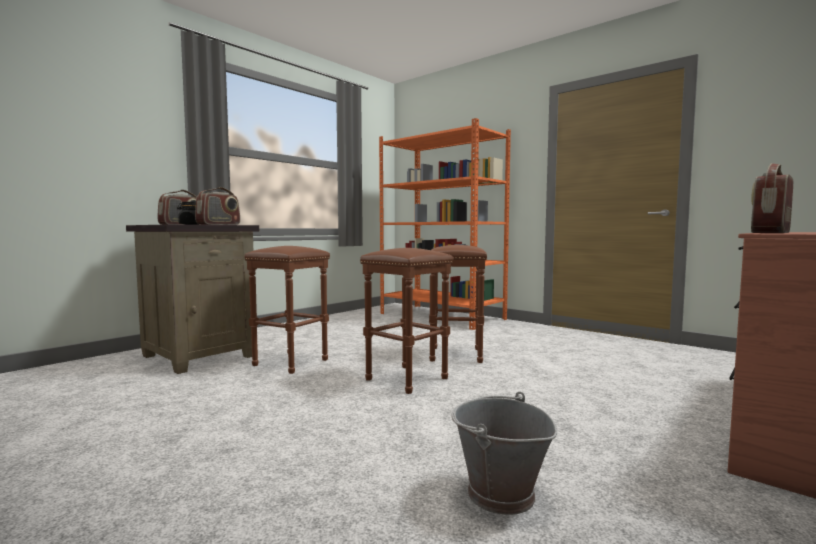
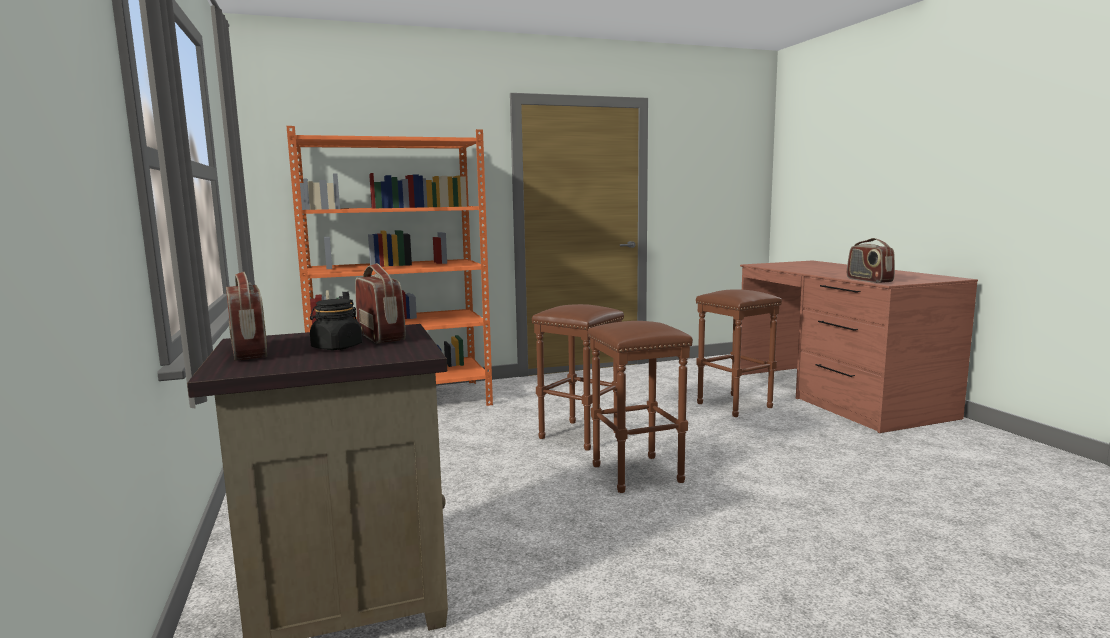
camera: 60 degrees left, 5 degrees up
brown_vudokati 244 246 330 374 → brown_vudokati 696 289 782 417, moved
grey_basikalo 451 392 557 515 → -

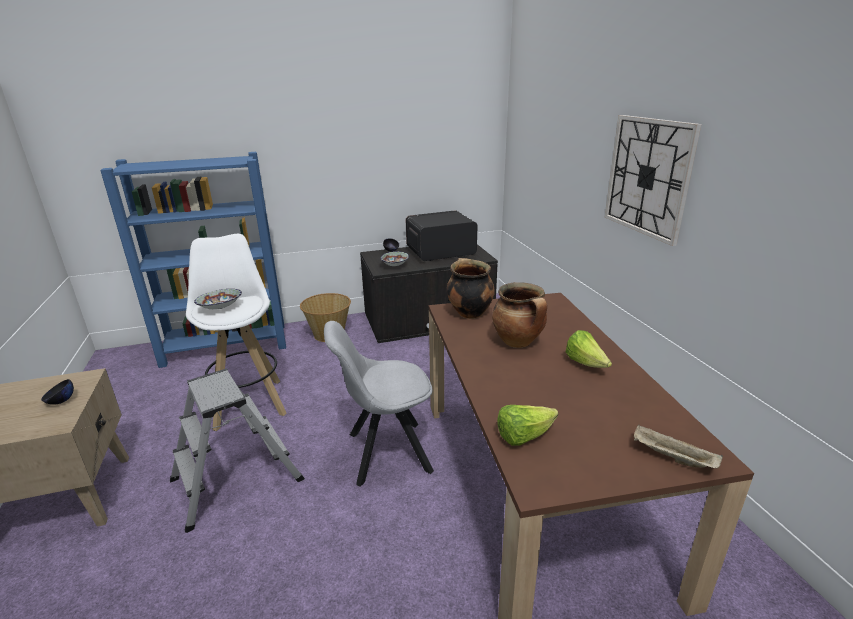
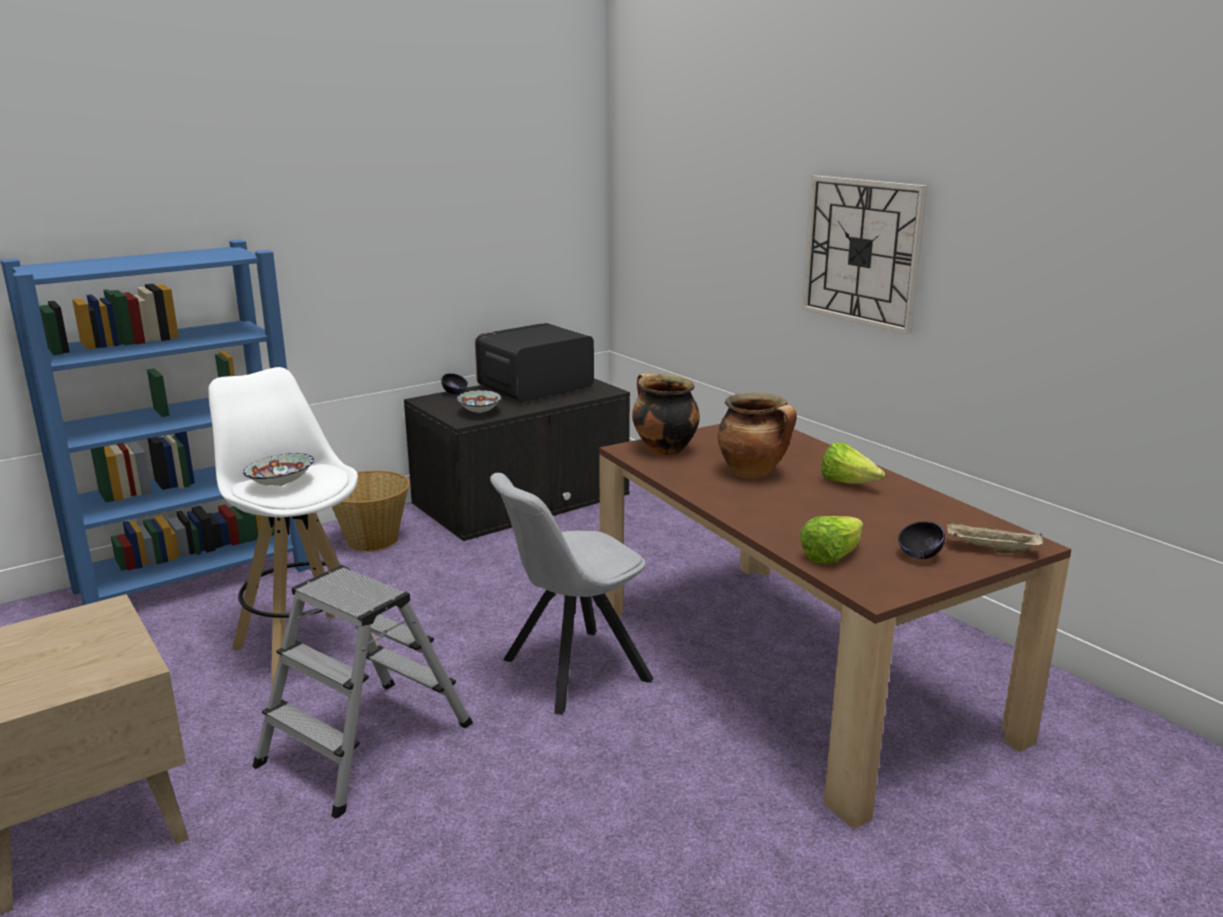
camera: 20 degrees left, 5 degrees down
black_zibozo 41 379 74 405 → black_zibozo 898 521 945 559, moved

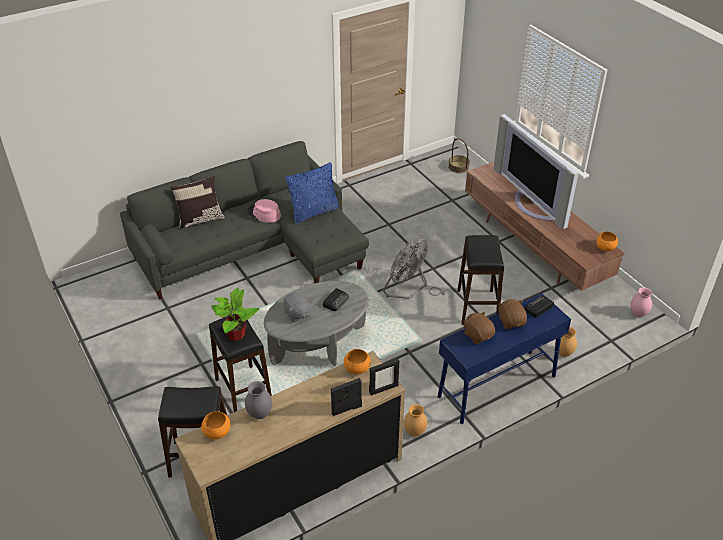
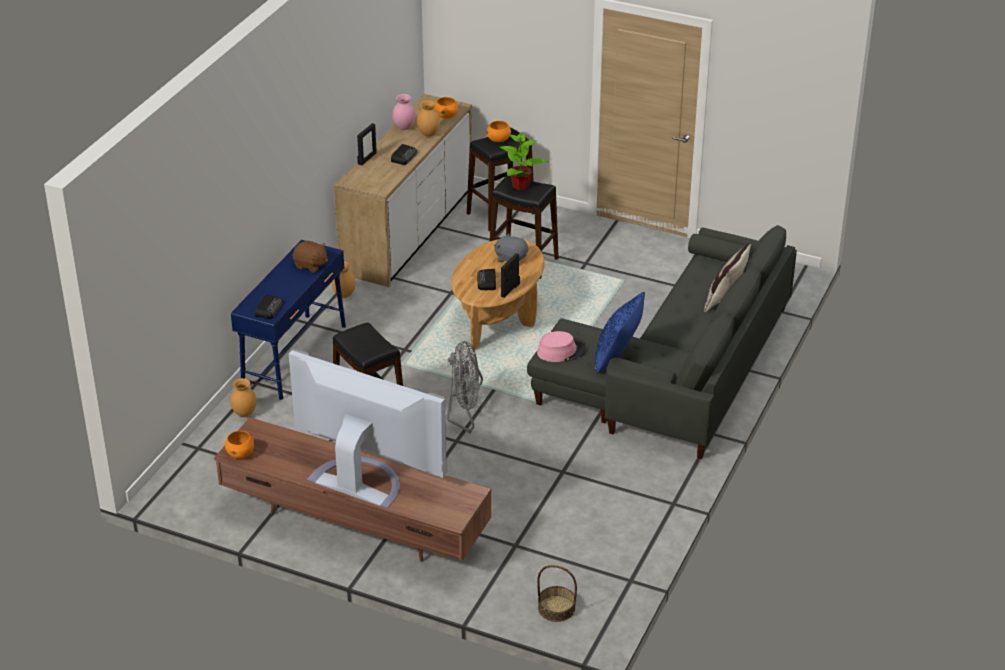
camera: 145 degrees right, 5 degrees down
- → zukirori 391 144 417 165
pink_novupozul 630 287 652 317 → pink_novupozul 392 94 416 130, moved
grey_novupozul 245 381 272 419 → brown_novupozul 417 100 440 136
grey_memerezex 264 281 369 366 → brown_memerezex 451 239 545 350
orange_zibozo 344 349 371 374 → orange_zibozo 487 121 511 142, moved
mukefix 369 358 399 396 → mukefix 501 253 520 298, moved
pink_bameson 247 199 281 223 → pink_bameson 537 331 586 362, moved
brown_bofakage 498 299 527 329 → -

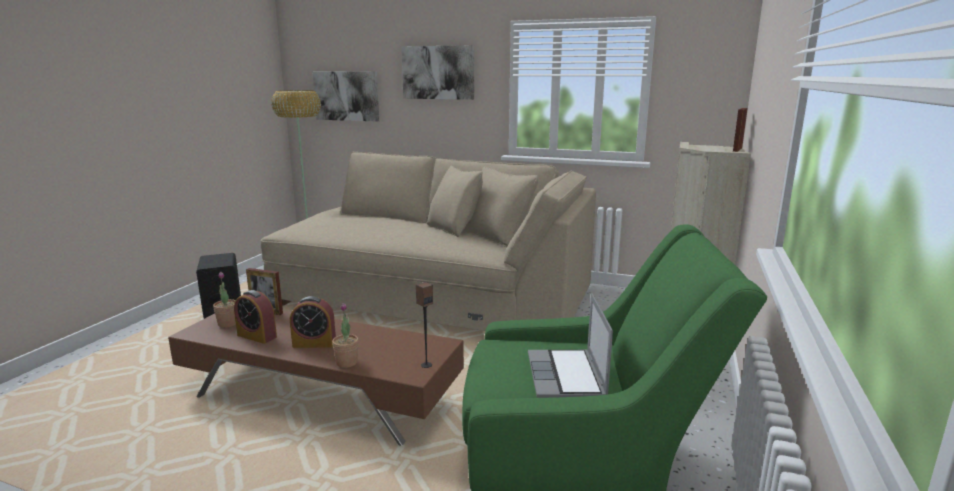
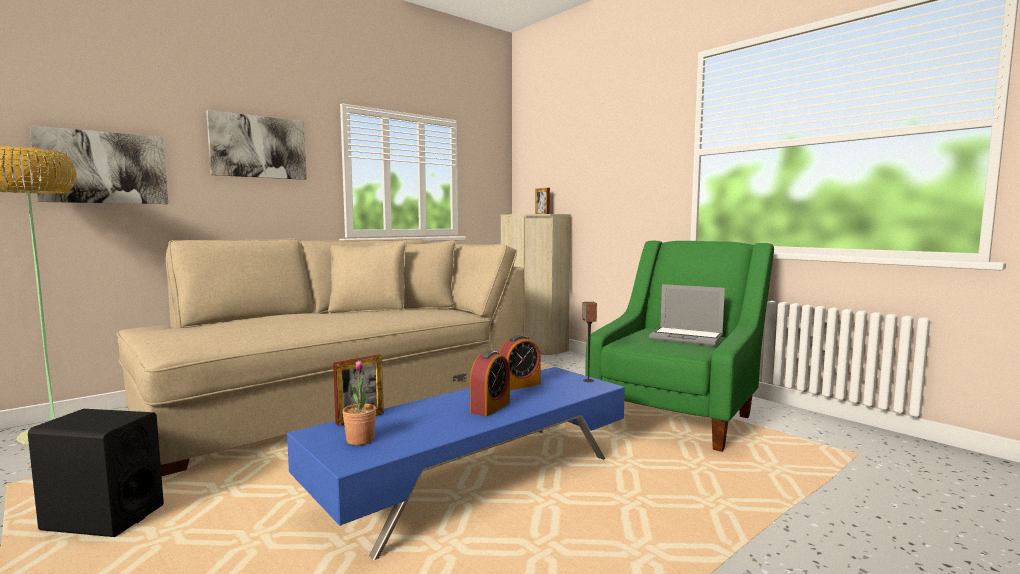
camera: 60 degrees left, 10 degrees down
brown_memerezex 168 311 464 446 → blue_memerezex 287 367 625 560
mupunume 234 290 277 344 → mupunume 499 335 541 390, moved
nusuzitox 332 303 359 368 → -

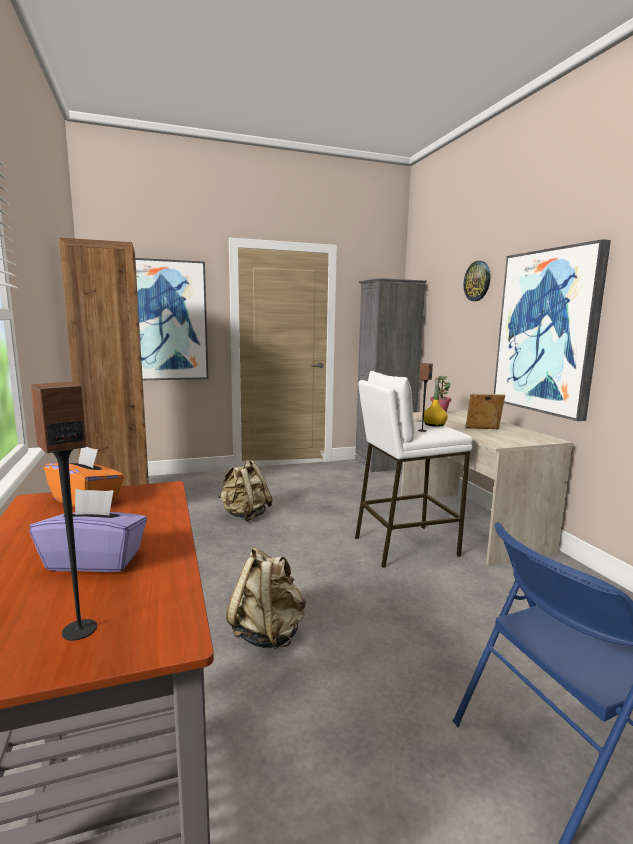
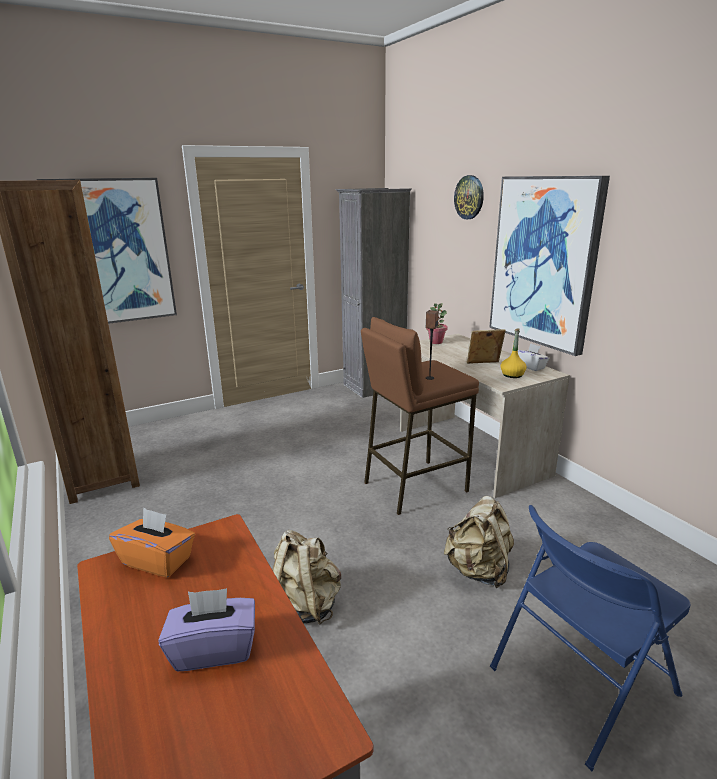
camera: 10 degrees left, 10 degrees up
white_vudokati 355 371 473 568 → brown_vudokati 361 317 479 515
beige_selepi 219 460 273 522 → beige_selepi 444 496 514 588, moved
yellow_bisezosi 422 378 448 427 → yellow_bisezosi 501 328 527 378, moved
- → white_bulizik 518 343 549 371
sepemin 31 382 97 641 → -

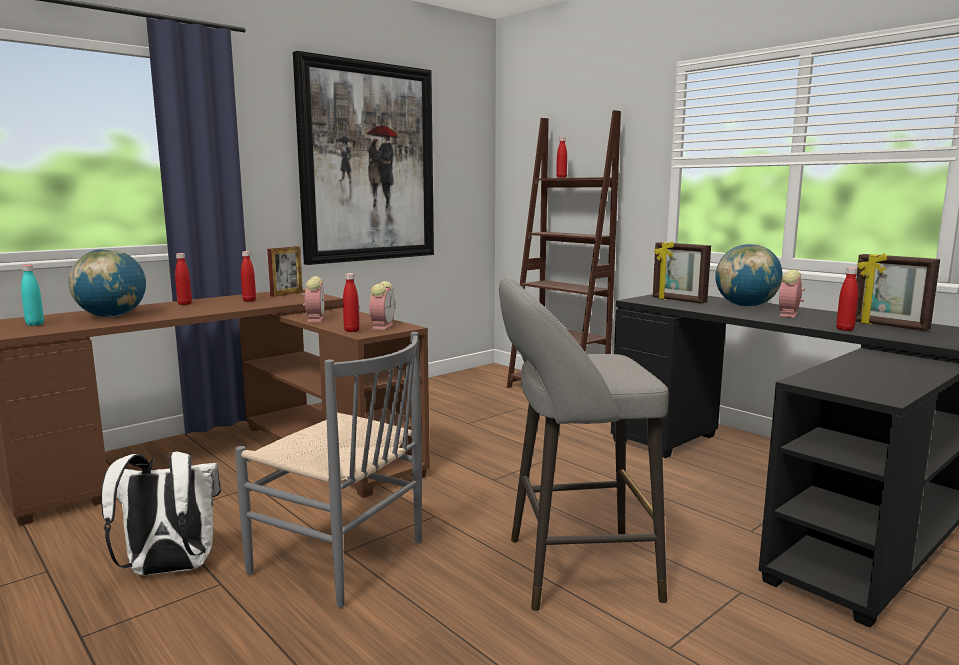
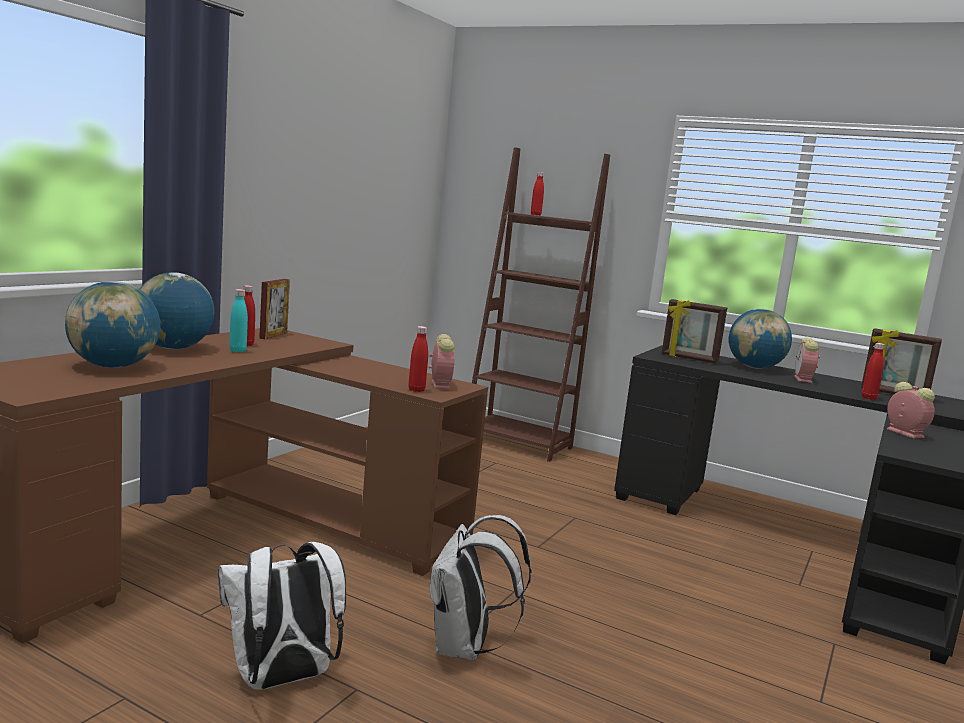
camera: 20 degrees left, 0 degrees up
red_bisezosi 175 253 192 305 → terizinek 140 272 215 349
turquoise_bisezosi 21 265 44 326 → turquoise_bisezosi 229 289 248 352, moved
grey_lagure 235 332 422 607 → white_selepi 429 515 532 660
mupunume 302 276 325 322 → mupunume 887 382 935 438, moved
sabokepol 293 51 434 265 → -
grey_vudokati 499 278 669 611 → -

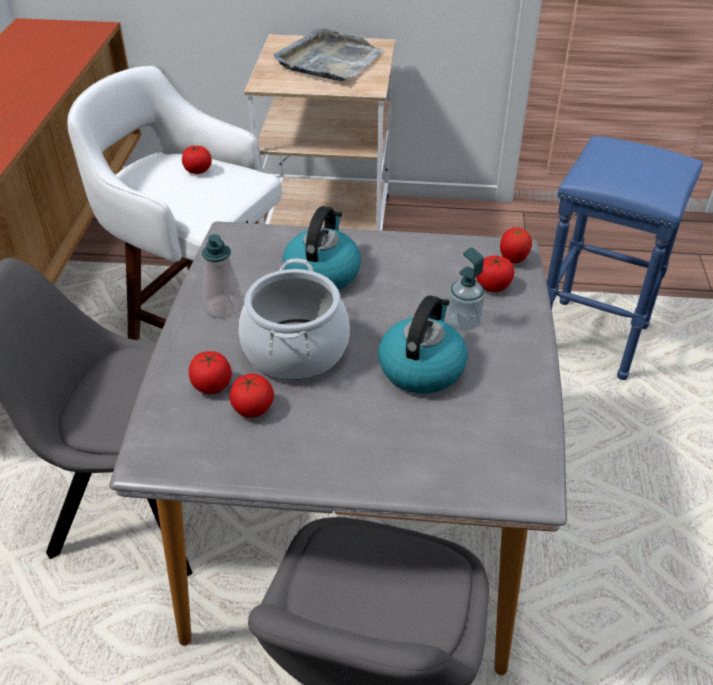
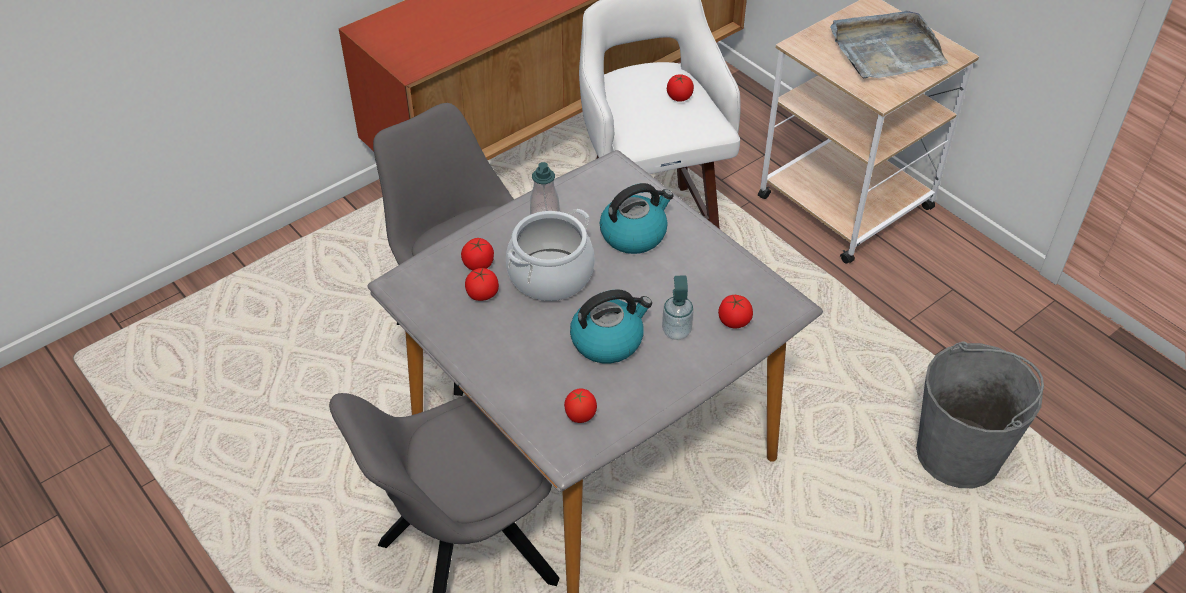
camera: 45 degrees right, 5 degrees up
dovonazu 500 227 532 264 → dovonazu 564 388 597 423, moved
blue_vudokati 547 136 703 380 → grey_basikalo 916 341 1044 488

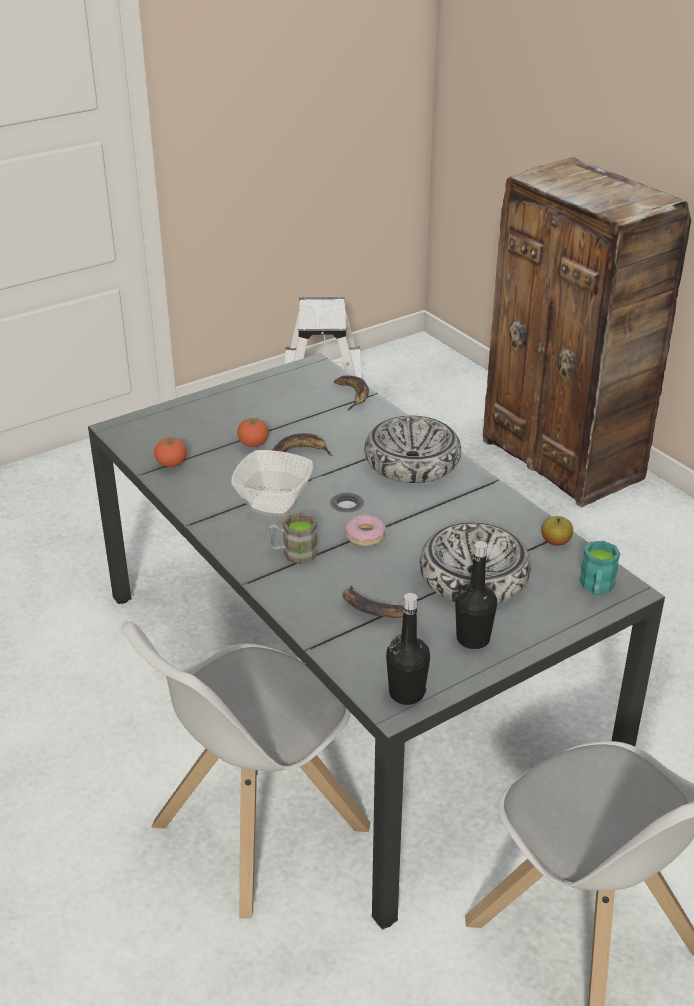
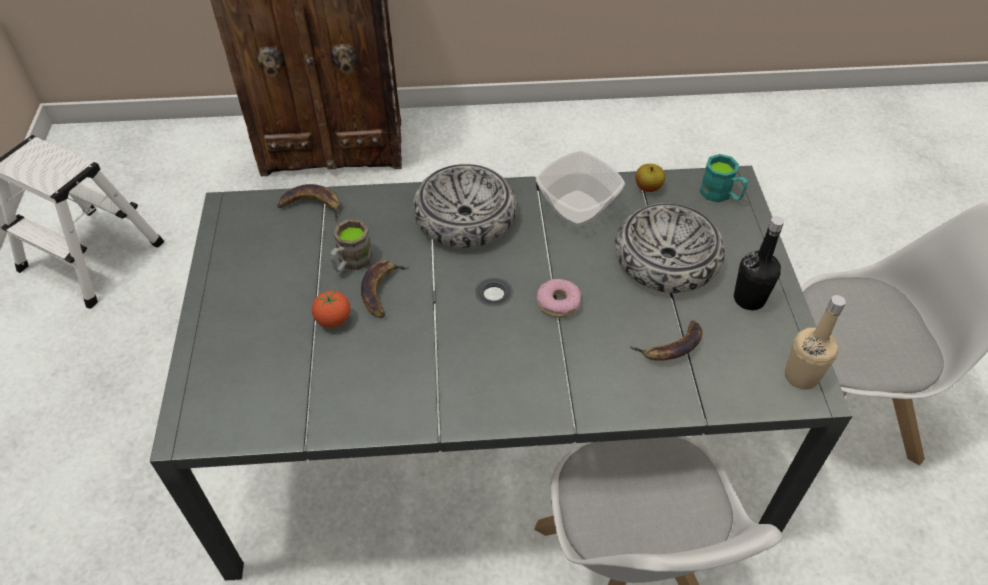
camera: 60 degrees left, 15 degrees up
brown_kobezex 267 512 318 564 → brown_kobezex 330 219 373 272, moved
zibozo 231 450 313 516 → zibozo 536 151 625 226, moved
black_bisezosi 386 593 430 705 → beige_bisezosi 785 295 846 390
dovonazu 154 436 187 467 → -

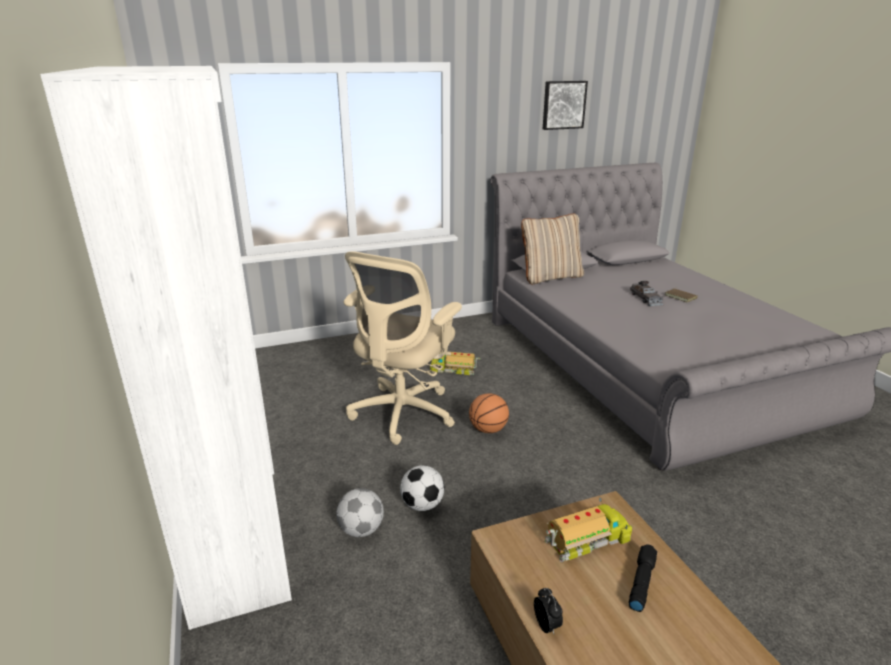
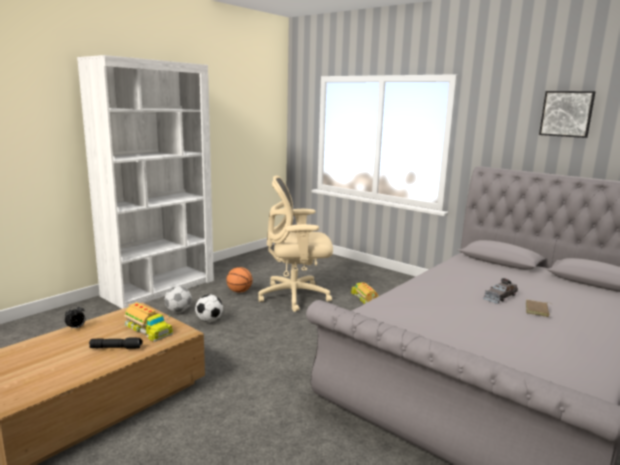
camera: 60 degrees right, 10 degrees down
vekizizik 469 393 509 433 → vekizizik 226 267 252 293, moved
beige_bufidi 521 213 584 284 → -

